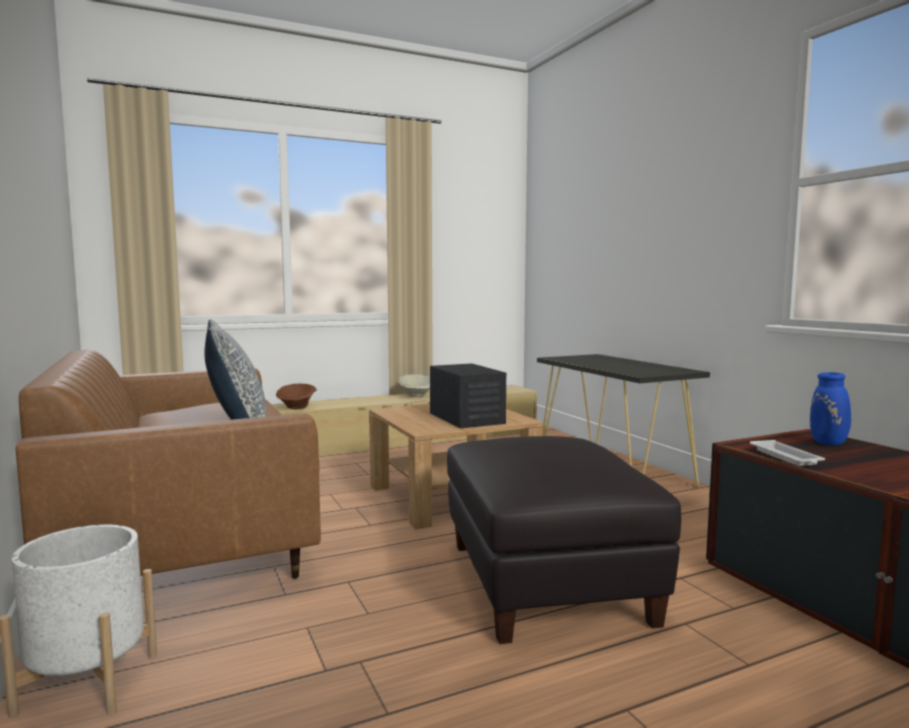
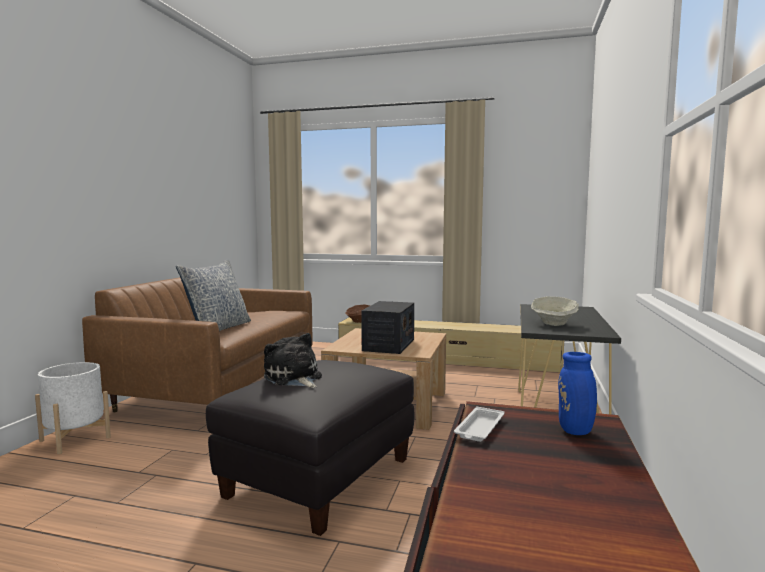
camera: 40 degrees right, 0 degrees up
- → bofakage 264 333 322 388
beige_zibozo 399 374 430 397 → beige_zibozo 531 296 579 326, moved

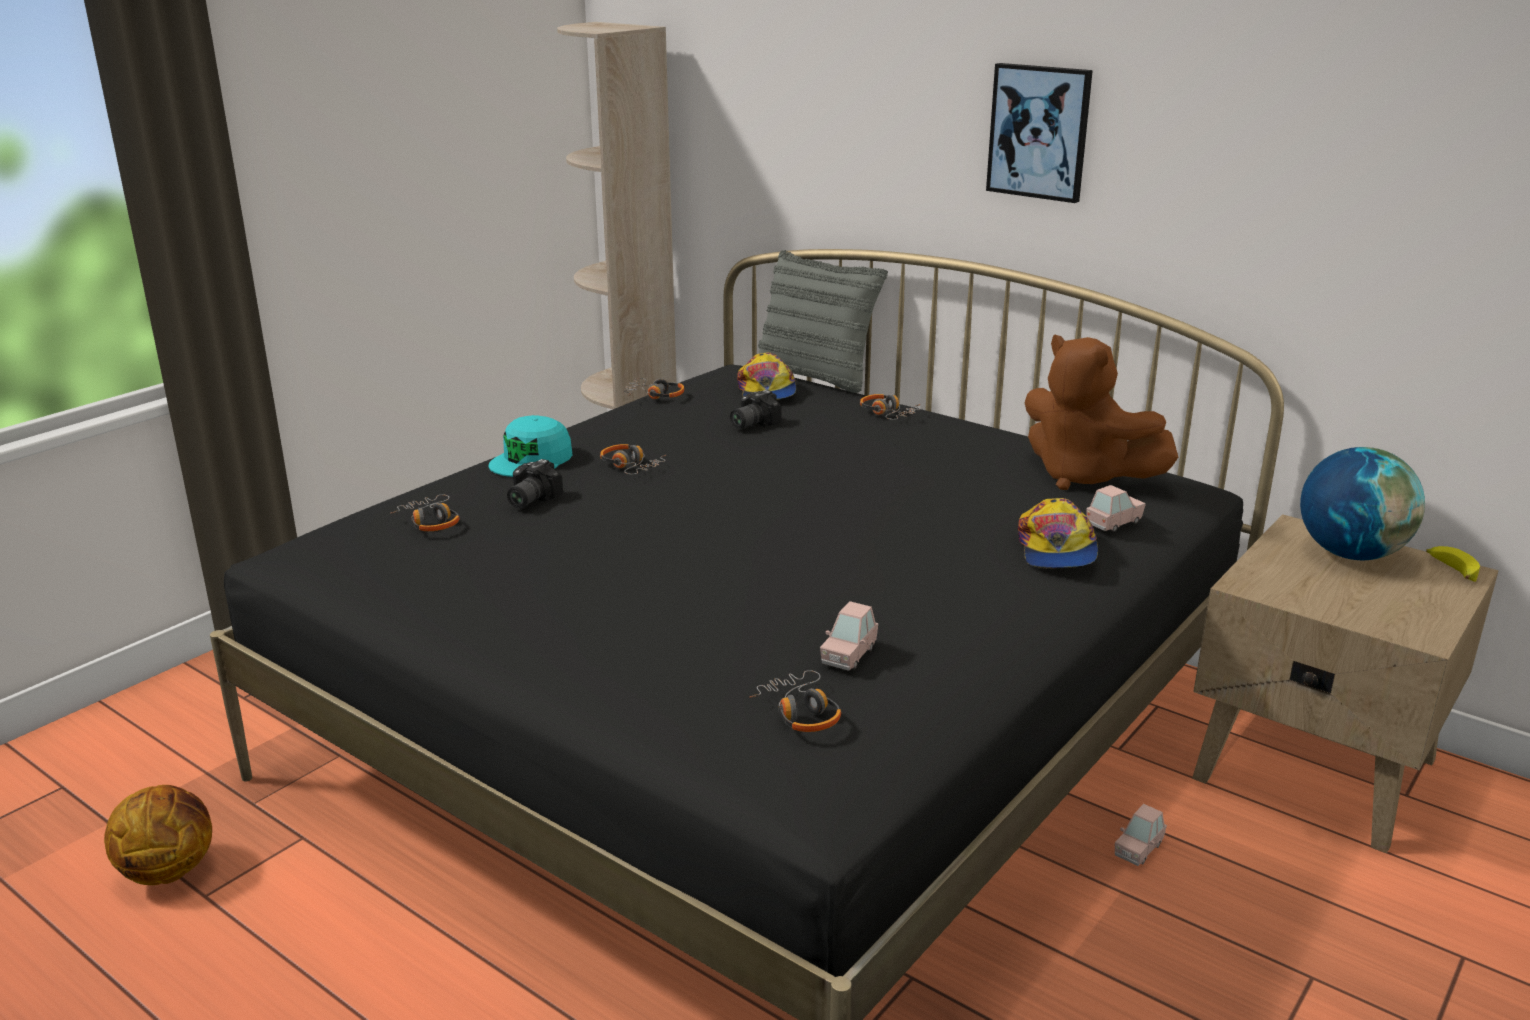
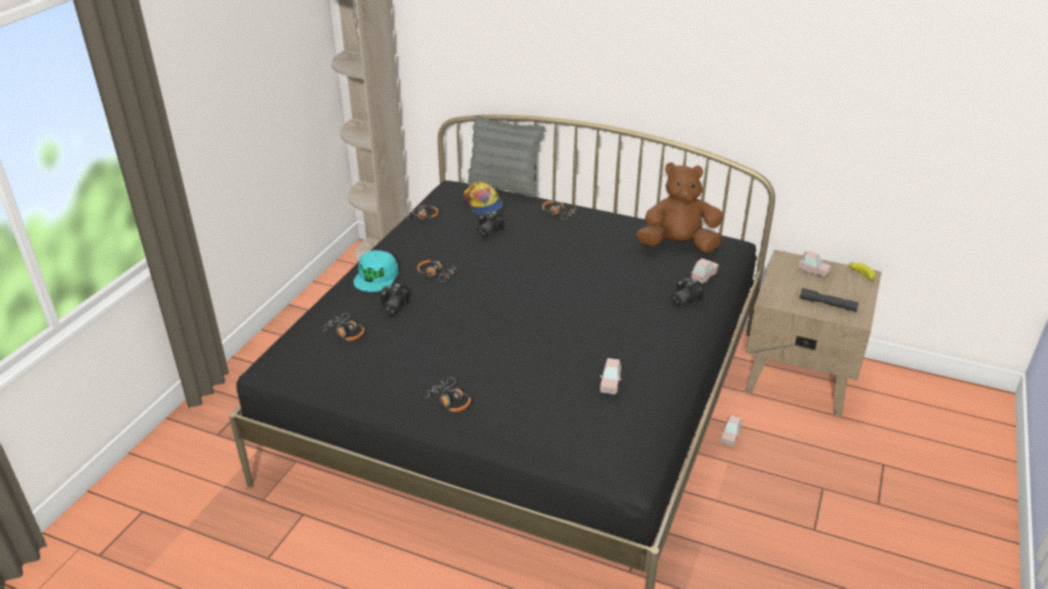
camera: 15 degrees left, 10 degrees up
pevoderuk 750 670 841 732 → pevoderuk 426 378 471 412, moved
brown_bofakage 1025 334 1178 490 → brown_bofakage 637 162 723 253, 150 degrees clockwise
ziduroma 1018 498 1098 569 → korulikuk 671 278 704 305
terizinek 1300 447 1425 560 → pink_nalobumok 798 251 831 278
- → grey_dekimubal 799 288 859 312
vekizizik 104 785 212 885 → -
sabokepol 986 63 1093 203 → -

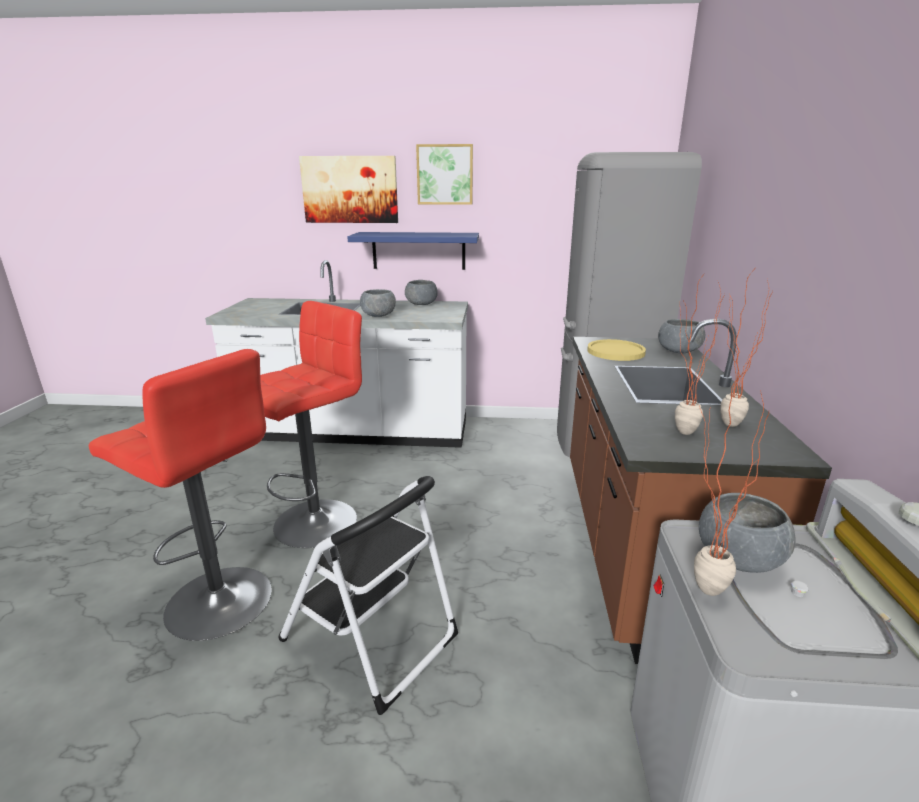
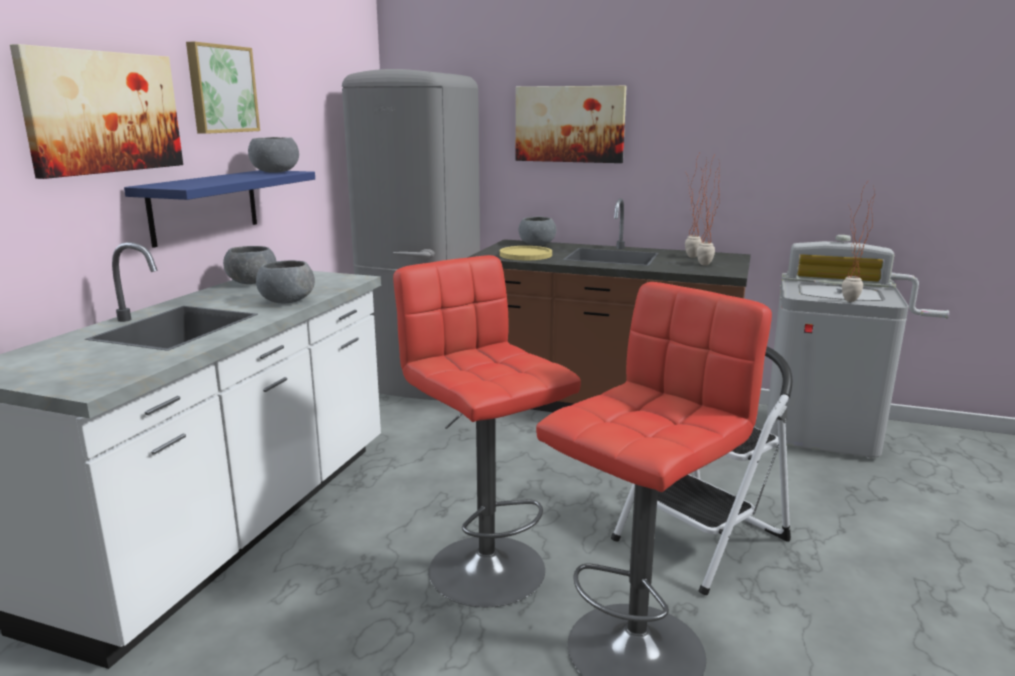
camera: 75 degrees left, 5 degrees down
grey_zibozo 699 493 796 573 → grey_zibozo 248 137 299 173, moved
- → sabokepol 516 86 627 163

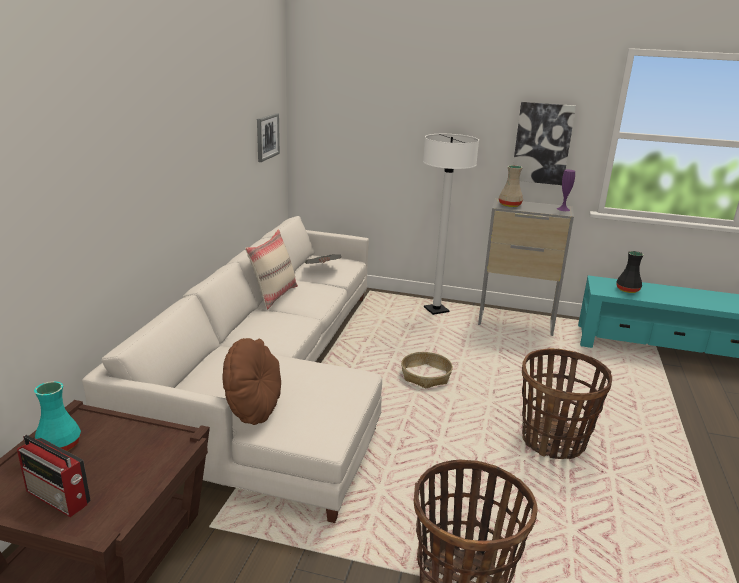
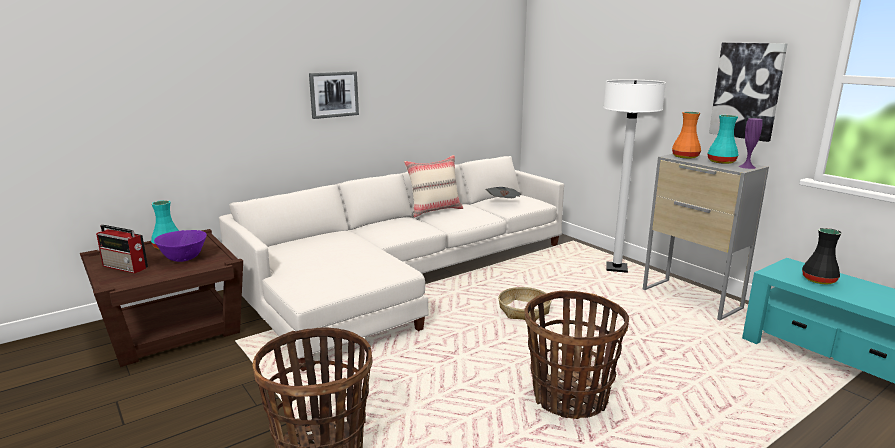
camera: 40 degrees right, 5 degrees down
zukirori 17 435 91 517 → zukirori 96 225 148 274, 45 degrees counterclockwise
- → purple_zibozo 154 230 207 262
sabokepol 257 113 280 162 → sabokepol 309 71 359 119, moved
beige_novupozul 499 165 523 207 → orange_novupozul 672 112 701 159
- → turquoise_novupozul 707 115 738 164
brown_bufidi 222 338 281 425 → -

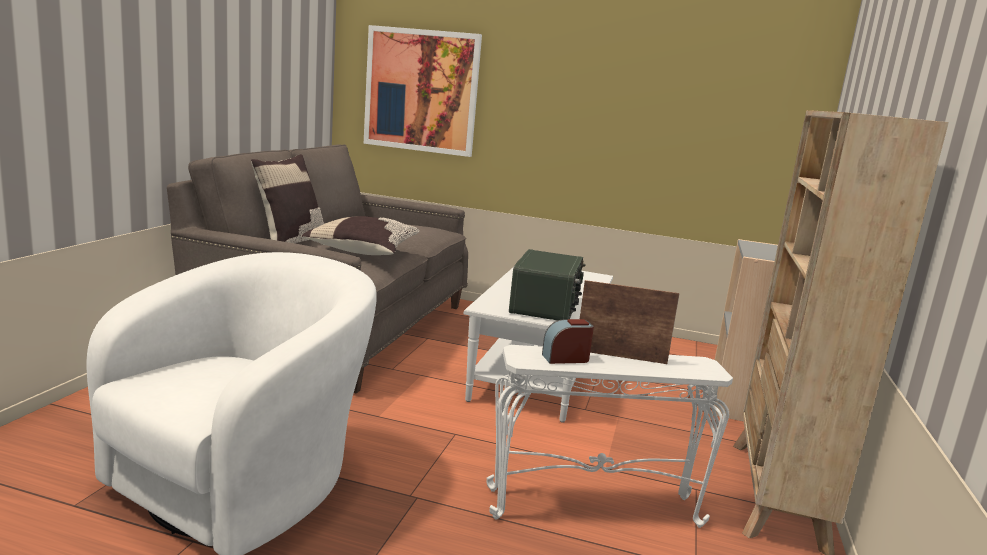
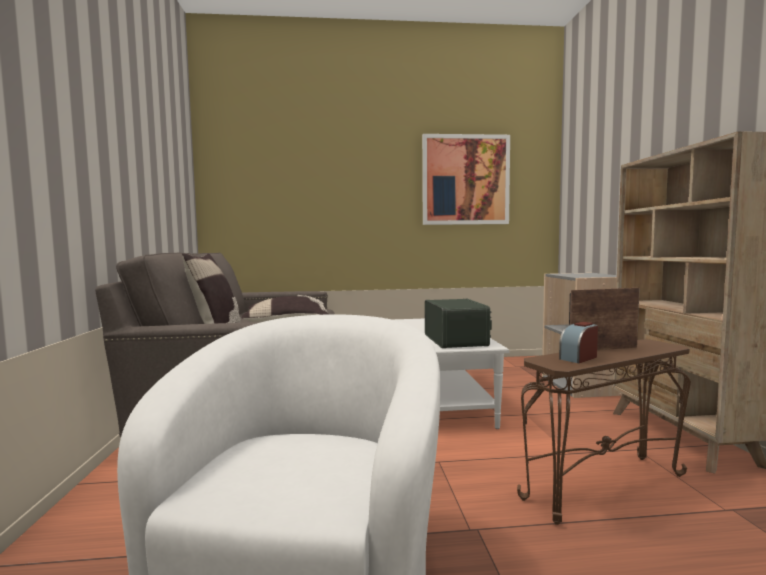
camera: 20 degrees left, 10 degrees down
sabokepol 364 25 482 157 → sabokepol 422 134 510 225, moved
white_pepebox 486 345 733 528 → brown_pepebox 517 339 691 525

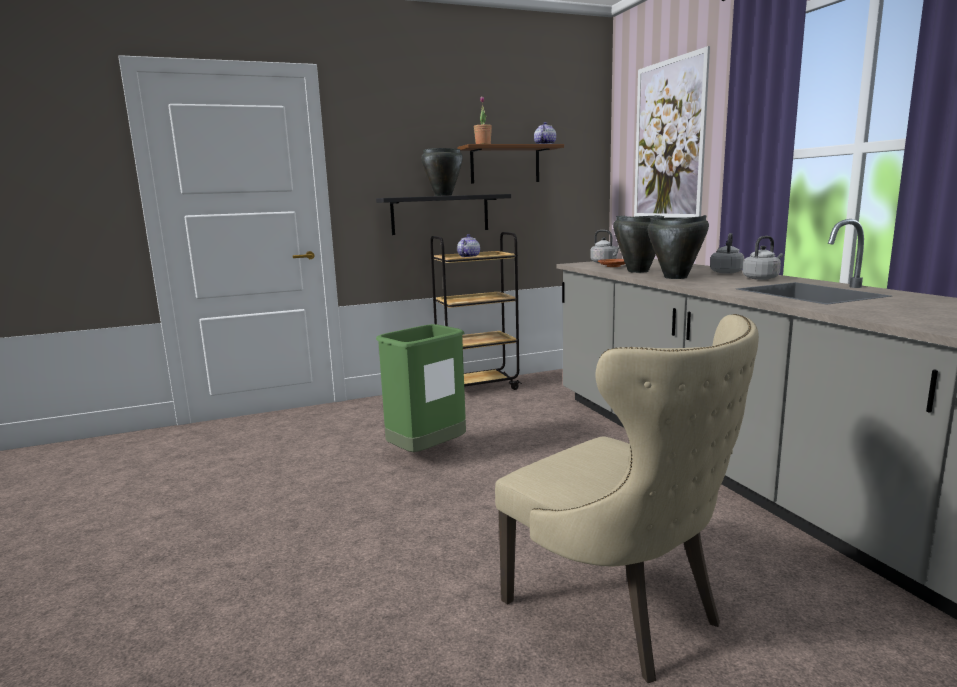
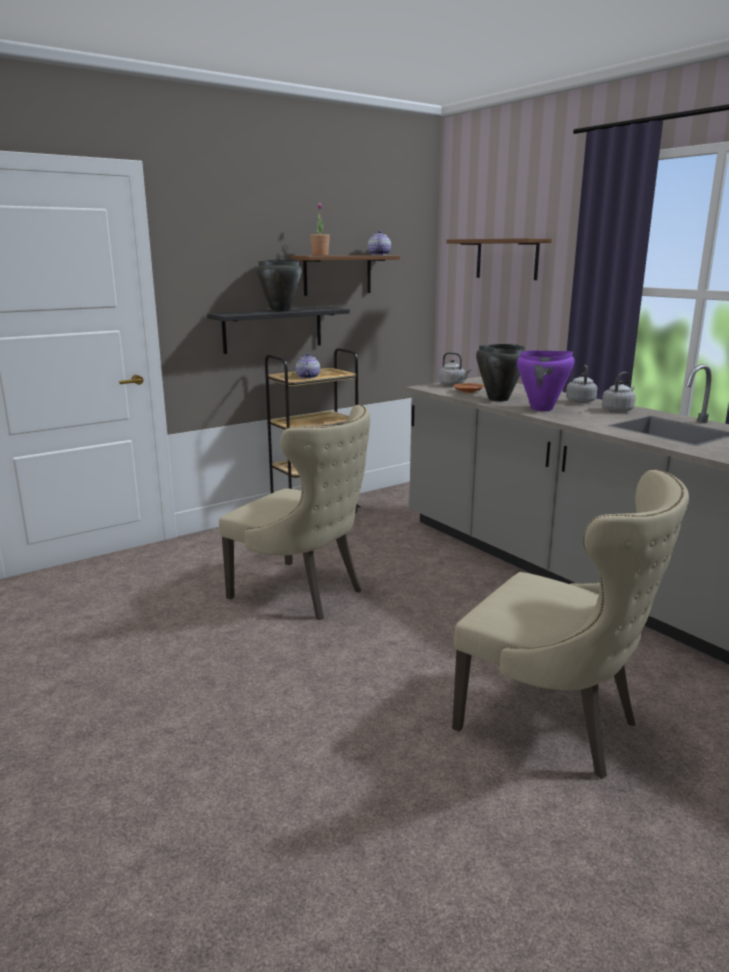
camera: 15 degrees left, 5 degrees up
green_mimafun 376 324 466 452 → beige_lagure 219 404 370 620
sabokepol 634 46 710 218 → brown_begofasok 446 238 552 280
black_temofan 647 215 709 279 → purple_temofan 517 350 574 411

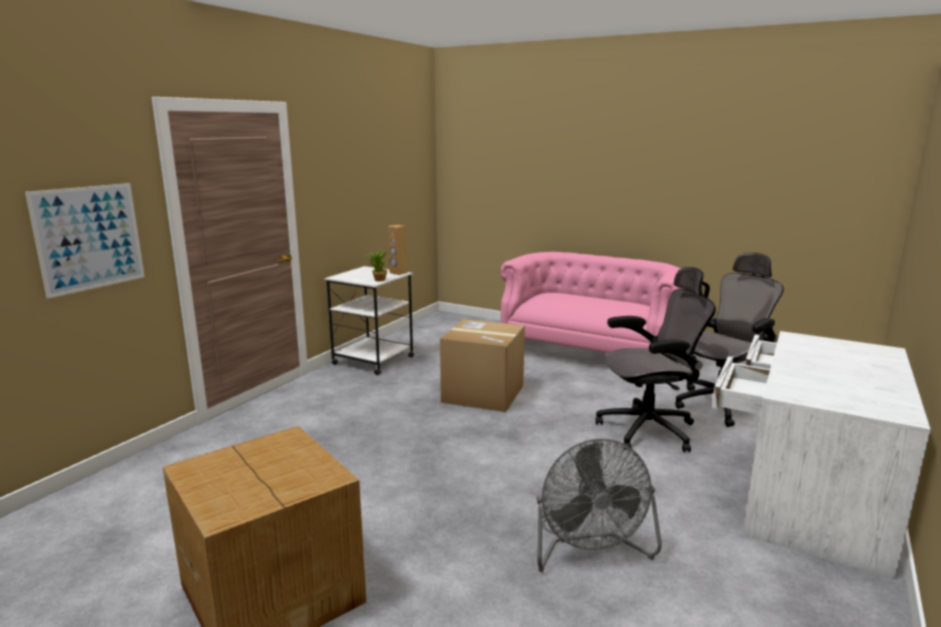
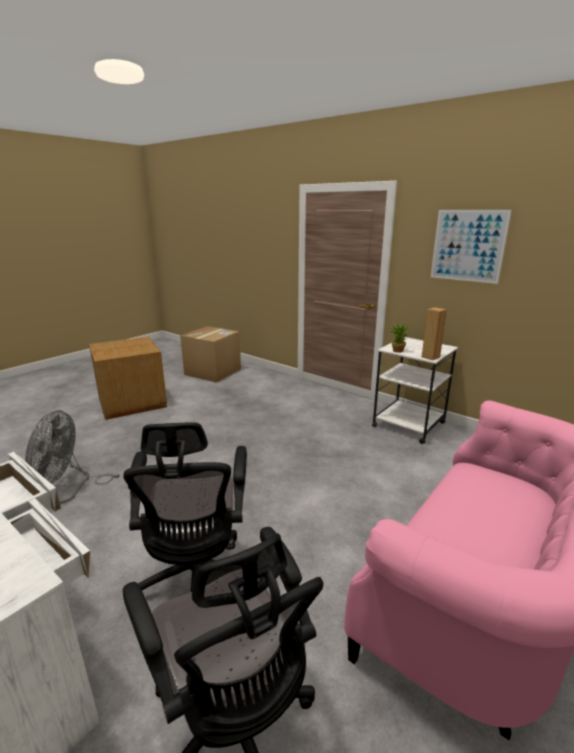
camera: 100 degrees right, 5 degrees up
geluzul 440 319 525 412 → geluzul 180 326 241 383, moved
sabokepol 25 183 145 299 → sabokepol 431 210 512 284, moved

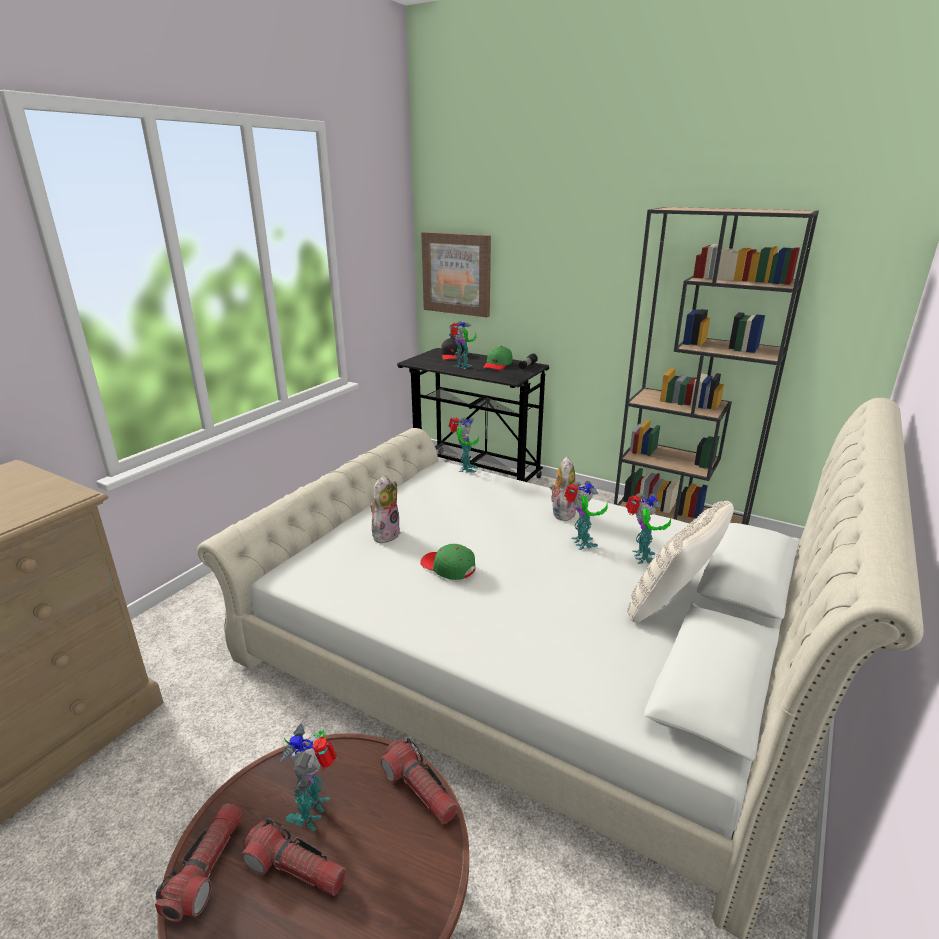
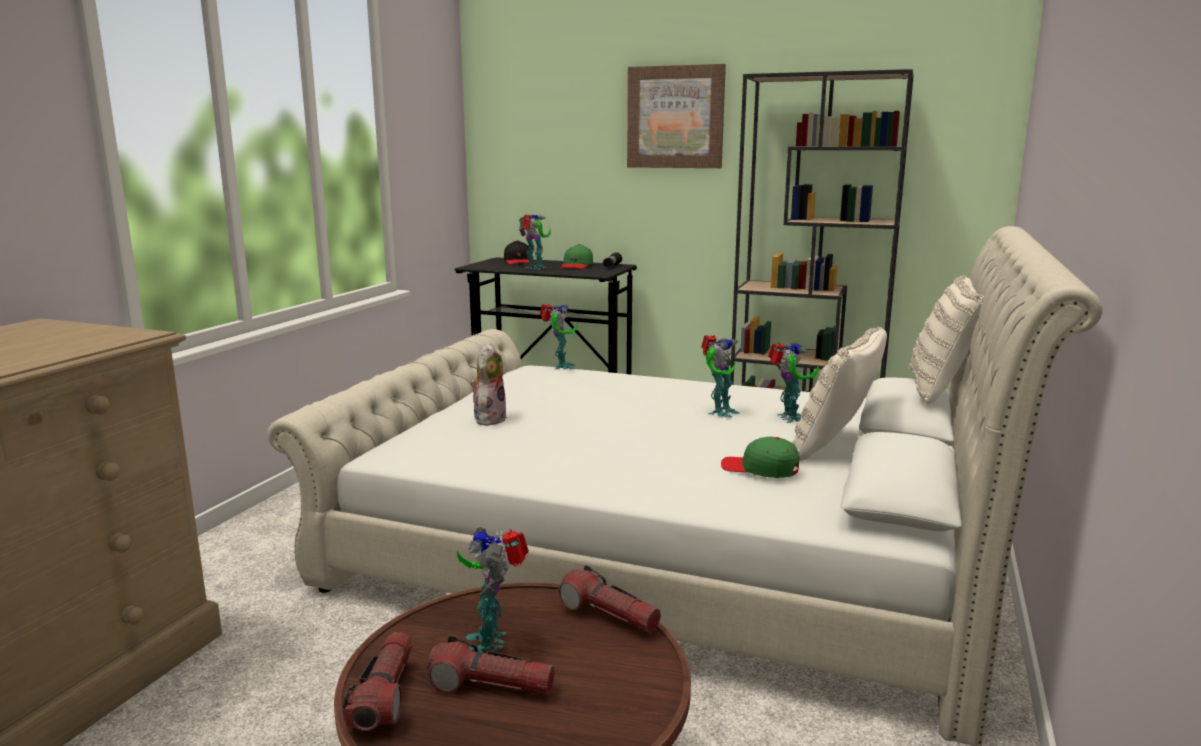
camera: 10 degrees left, 10 degrees down
sabokepol 421 232 491 317 → sabokepol 627 64 726 168, moved
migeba 564 481 608 550 → migeba 701 335 740 418, 60 degrees clockwise
green_ziduroma 420 544 475 580 → green_ziduroma 721 437 800 478, moved
- → beige_bufidi 909 275 984 404
bofakage 550 457 576 521 → -

